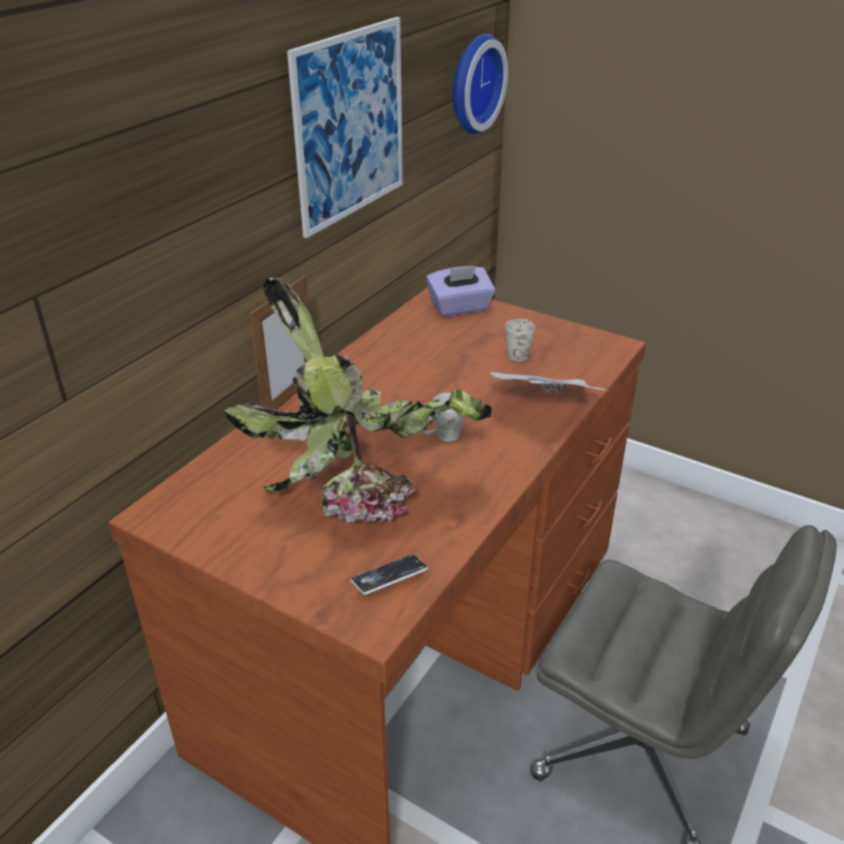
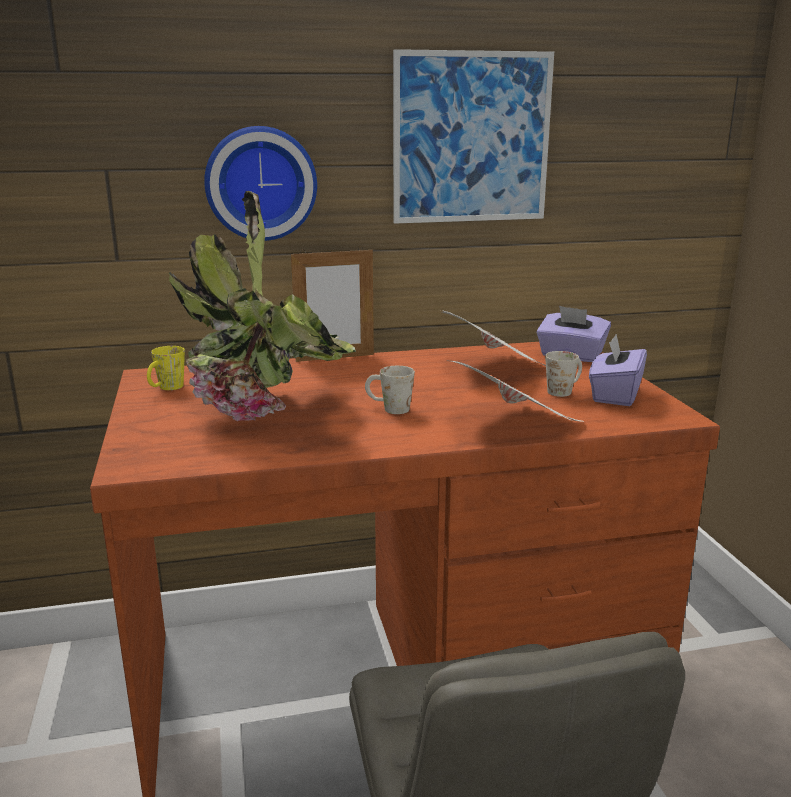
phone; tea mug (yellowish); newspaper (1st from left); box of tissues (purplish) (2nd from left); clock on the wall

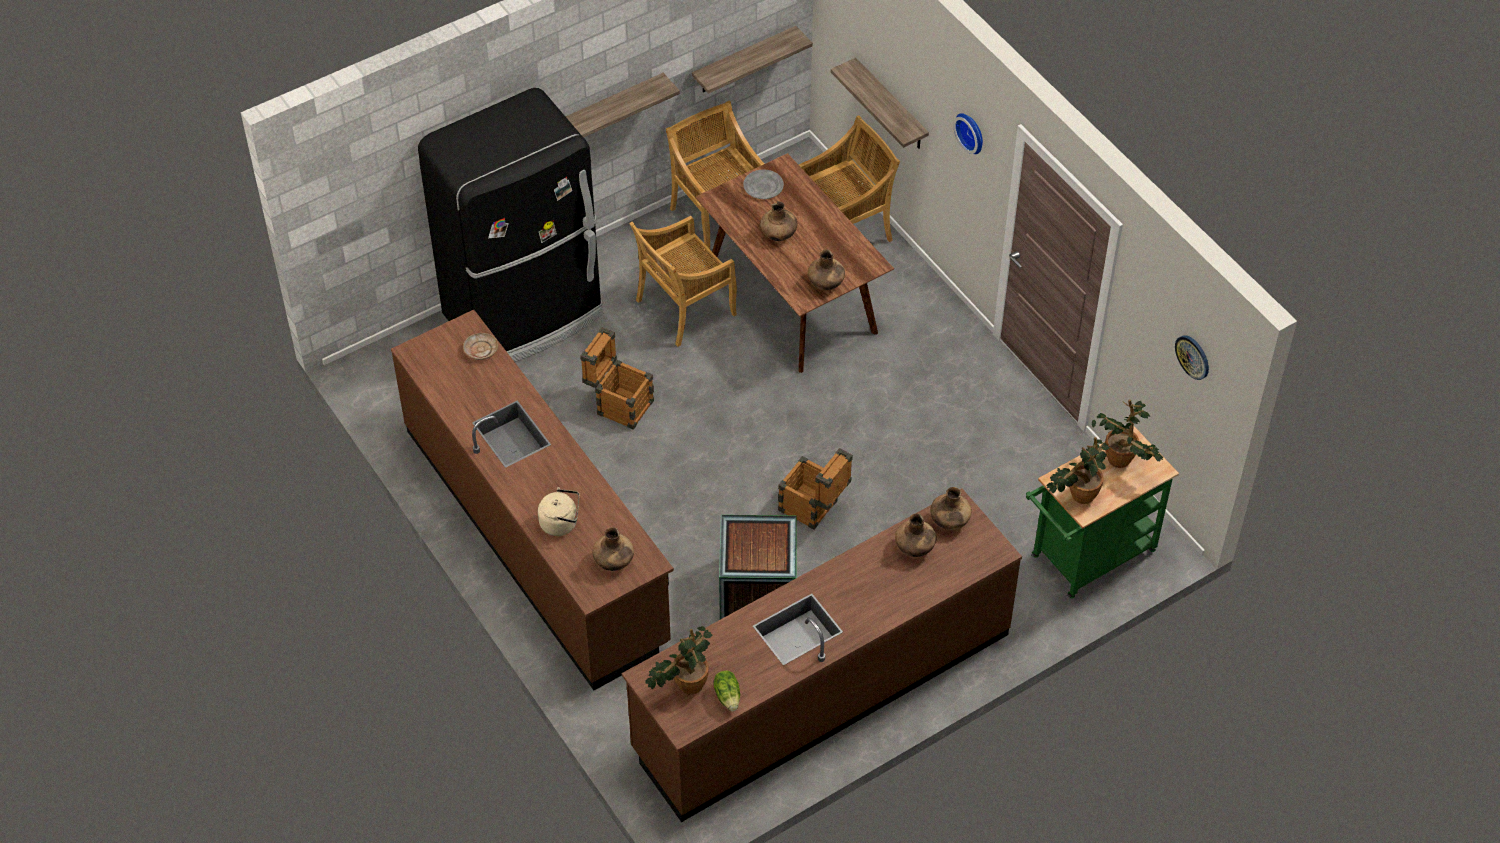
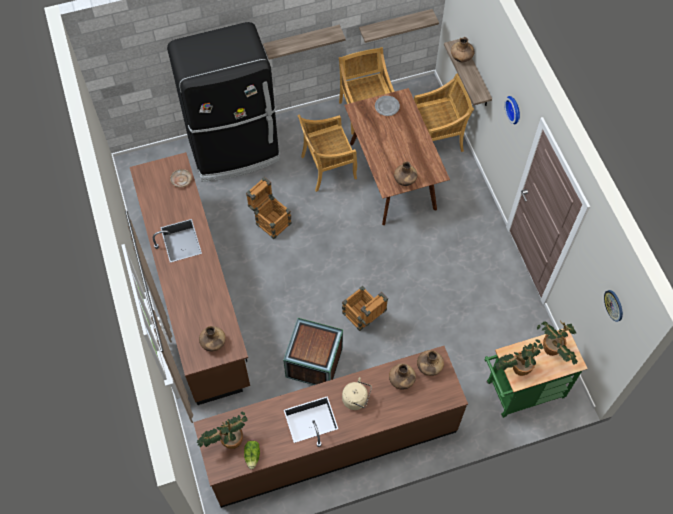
tea kettle (beige-coloured); decorative vase (brown-coloured) (5th from left)

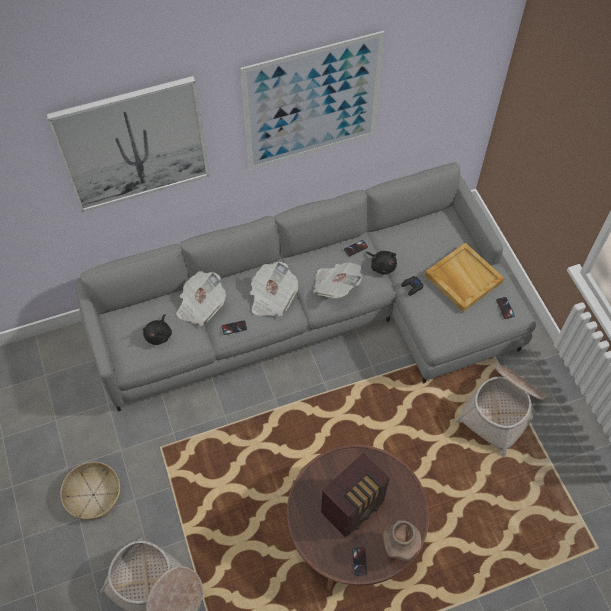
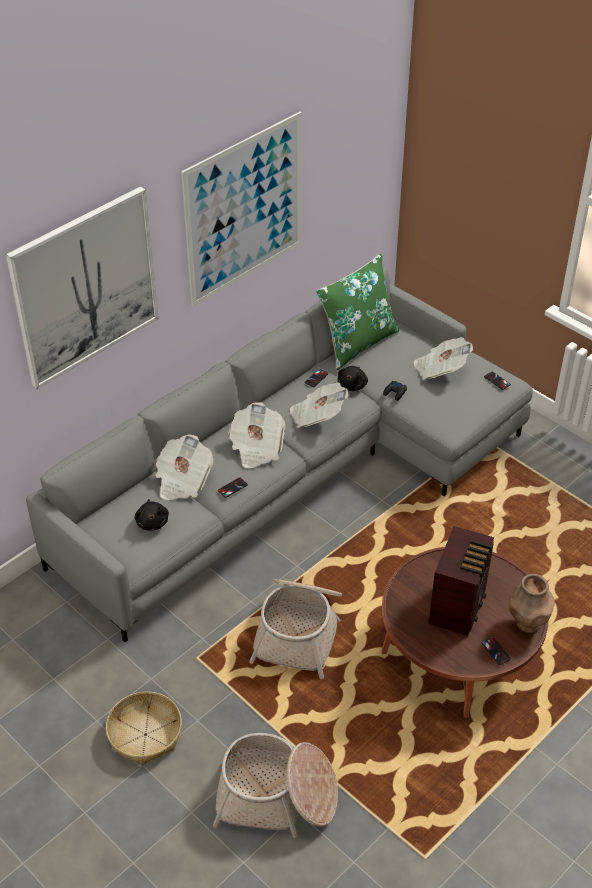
cushion (greenish); basket (3rd from left); newspaper (4th from left); plush toy (black-coloured) (2nd from left)

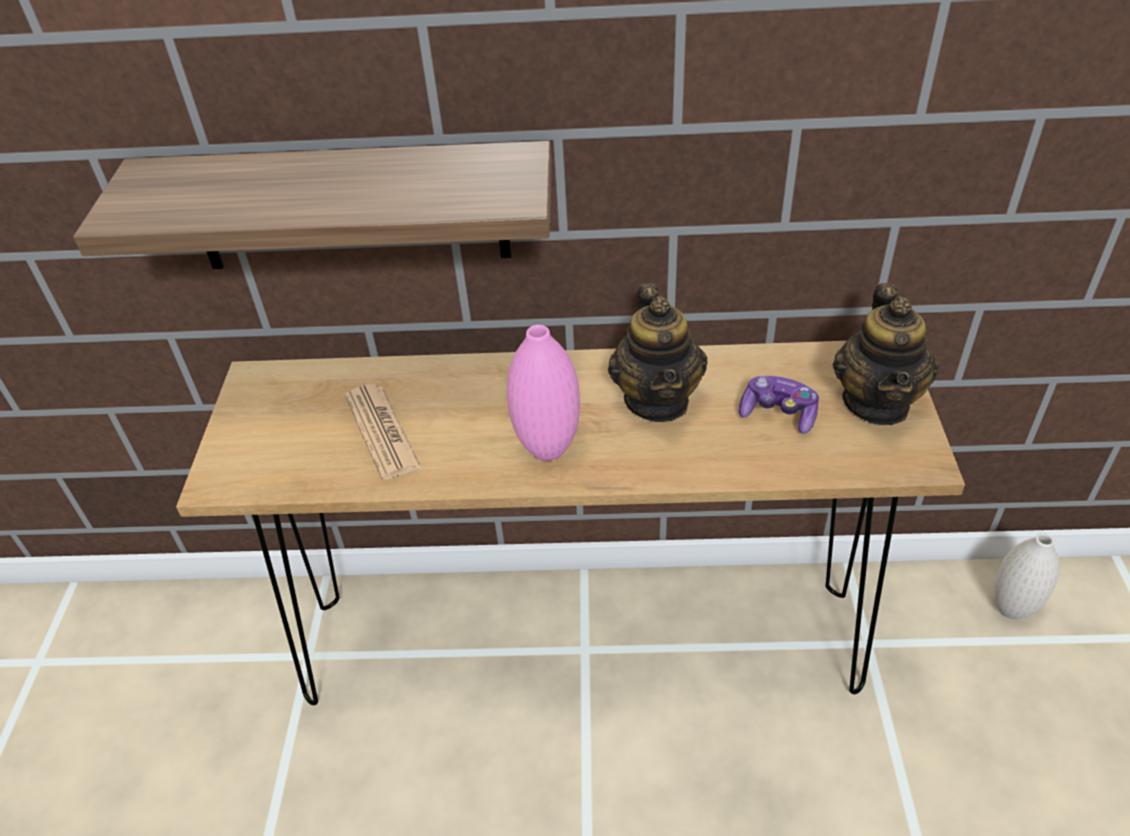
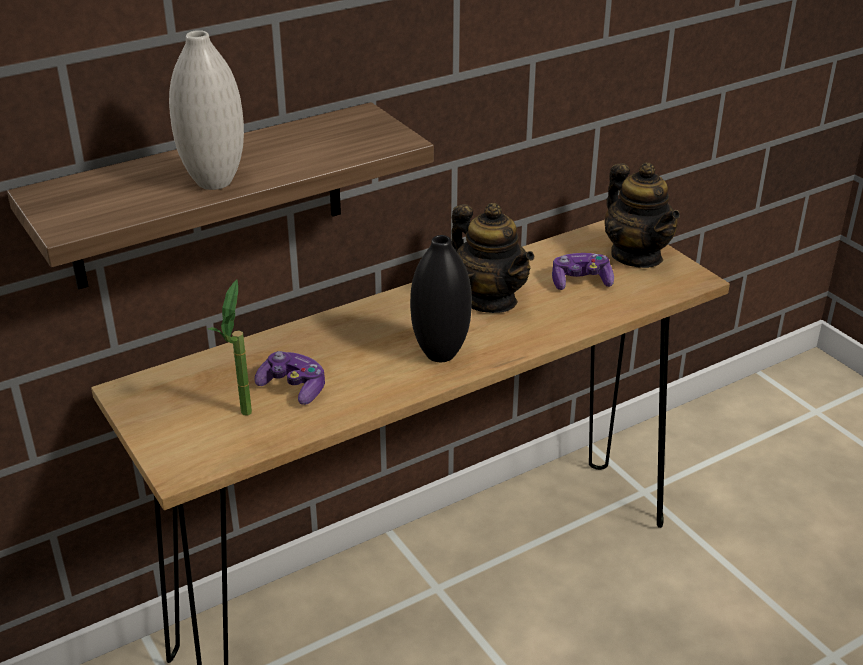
houseplant; decorative vase (white); game controller (1st from left); decorative vase (black-coloured)

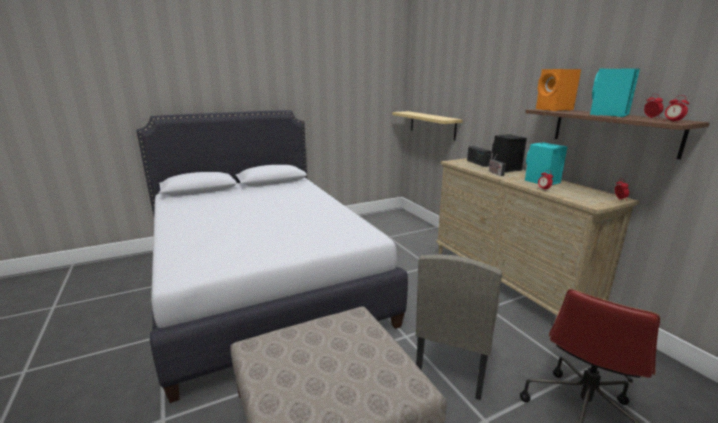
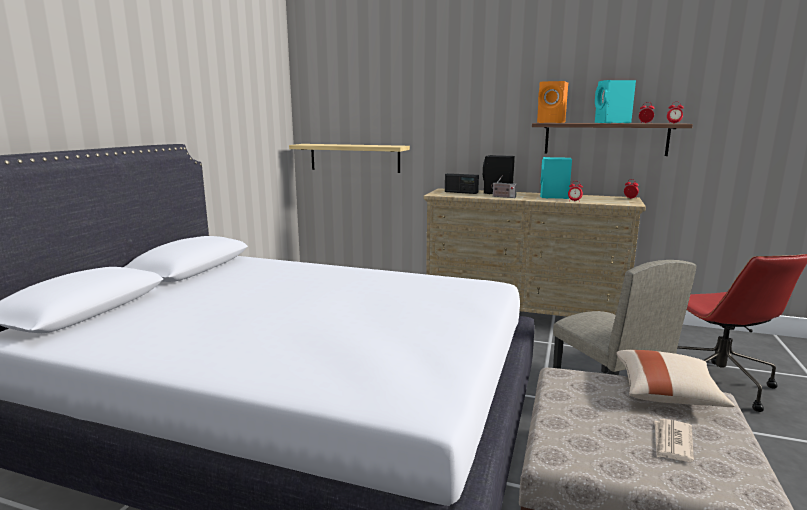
cushion (beige-coloured); newspaper

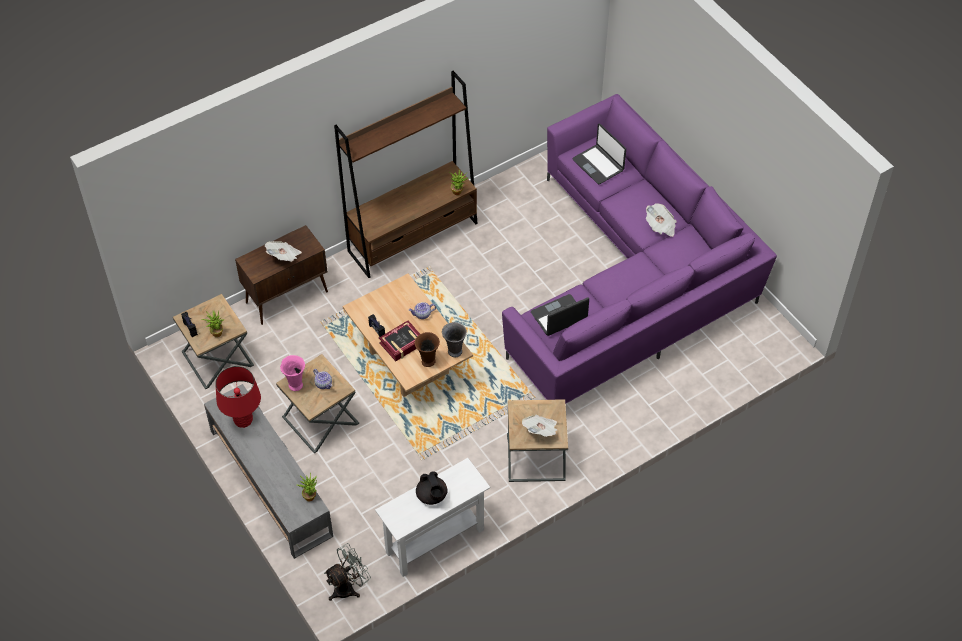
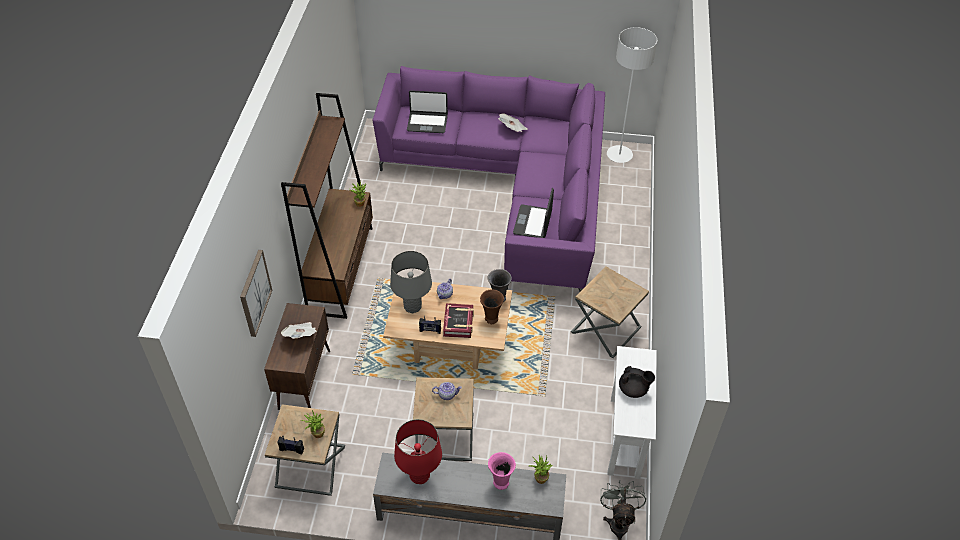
newspaper (2nd from left in the first image); wall picture; lamp for a table (grey); standing lamp (white); decorative vase (pink)

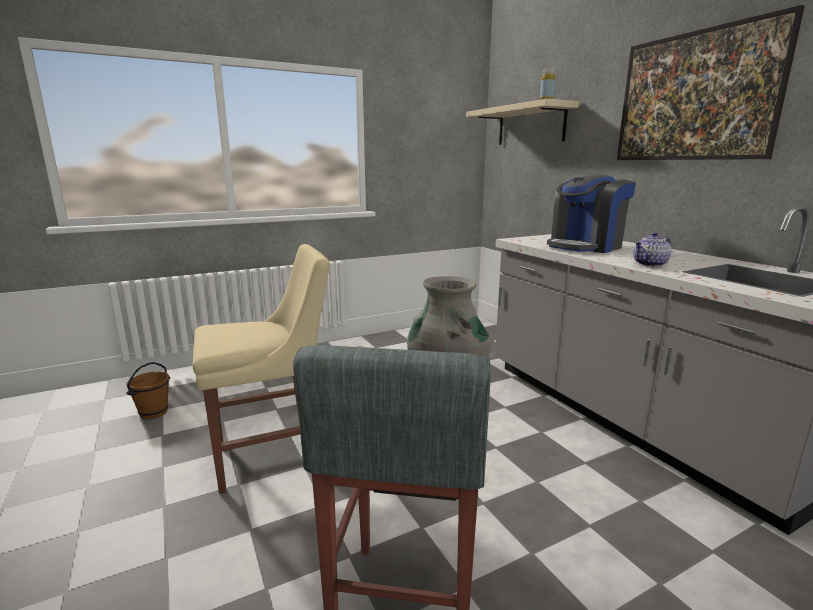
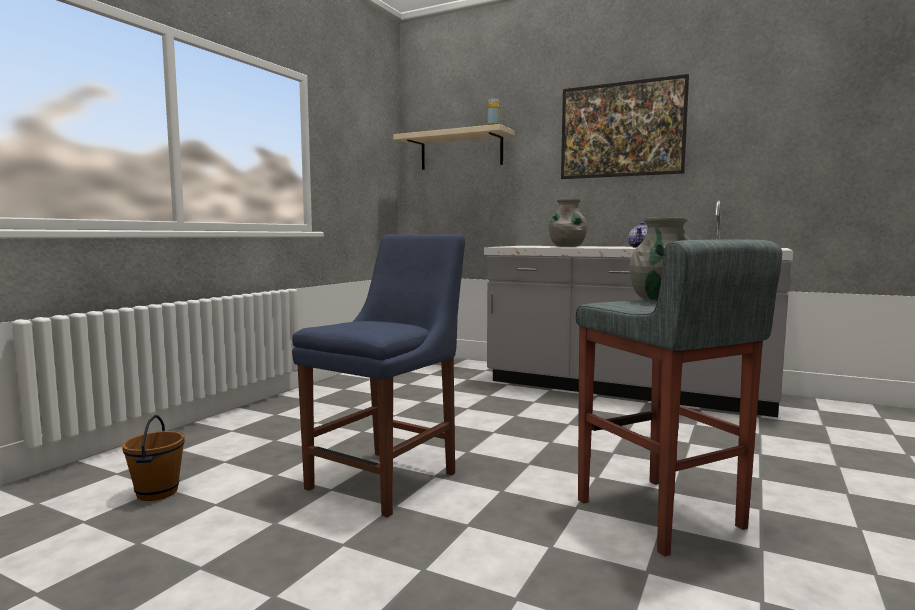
decorative vase (grey) (1st from left); upright chair (bluish)

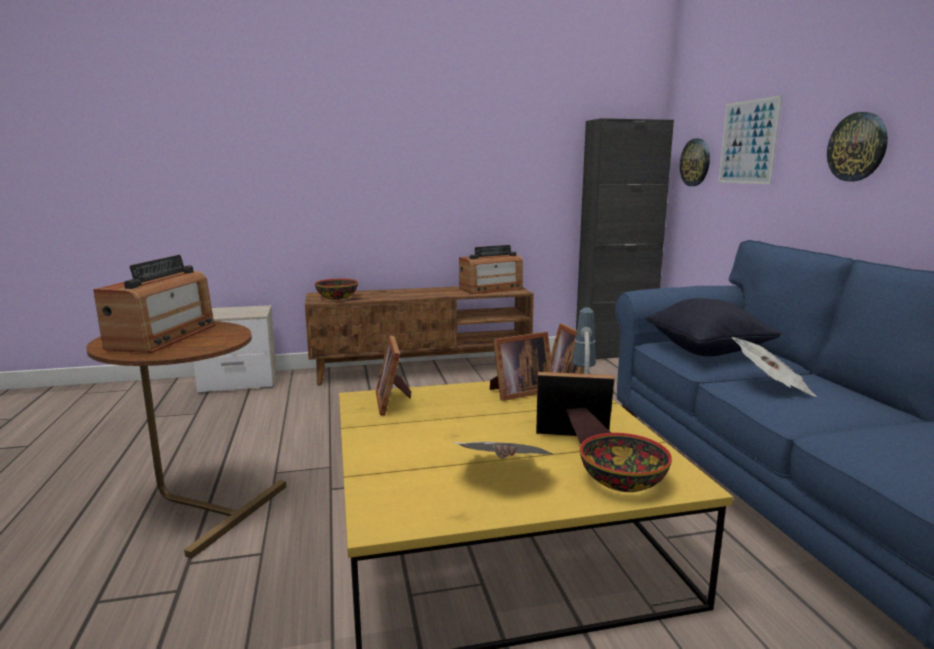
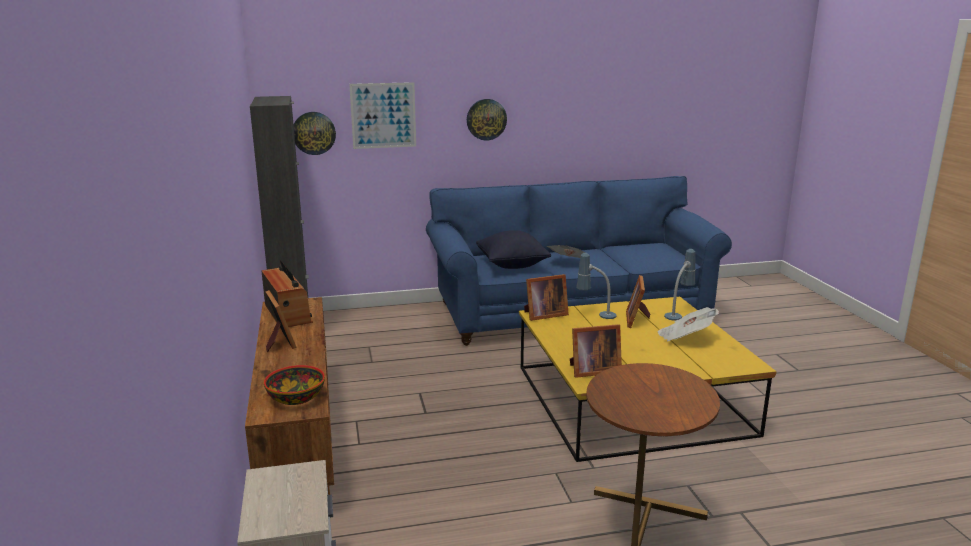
radio receiver (1st from left in the first image); picture frame (1st from left); lamp for a table (2nd from left)

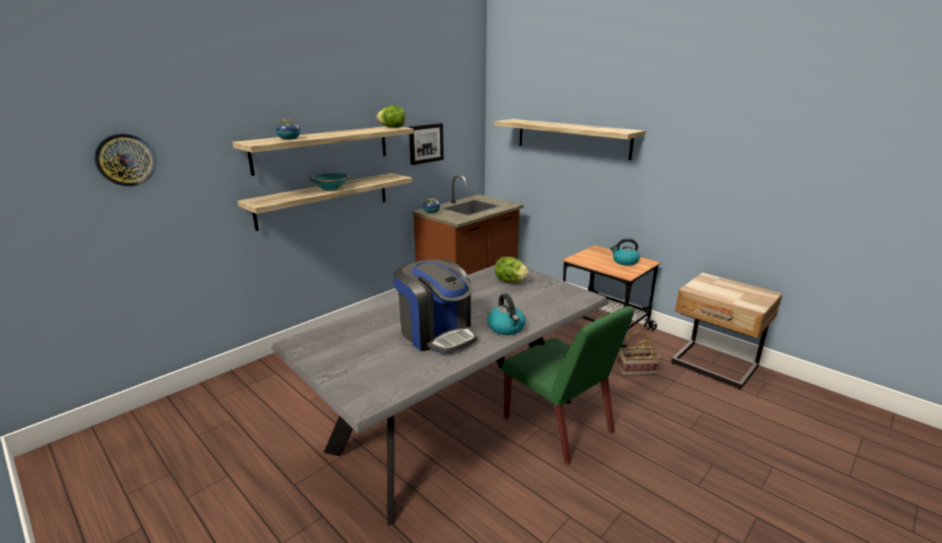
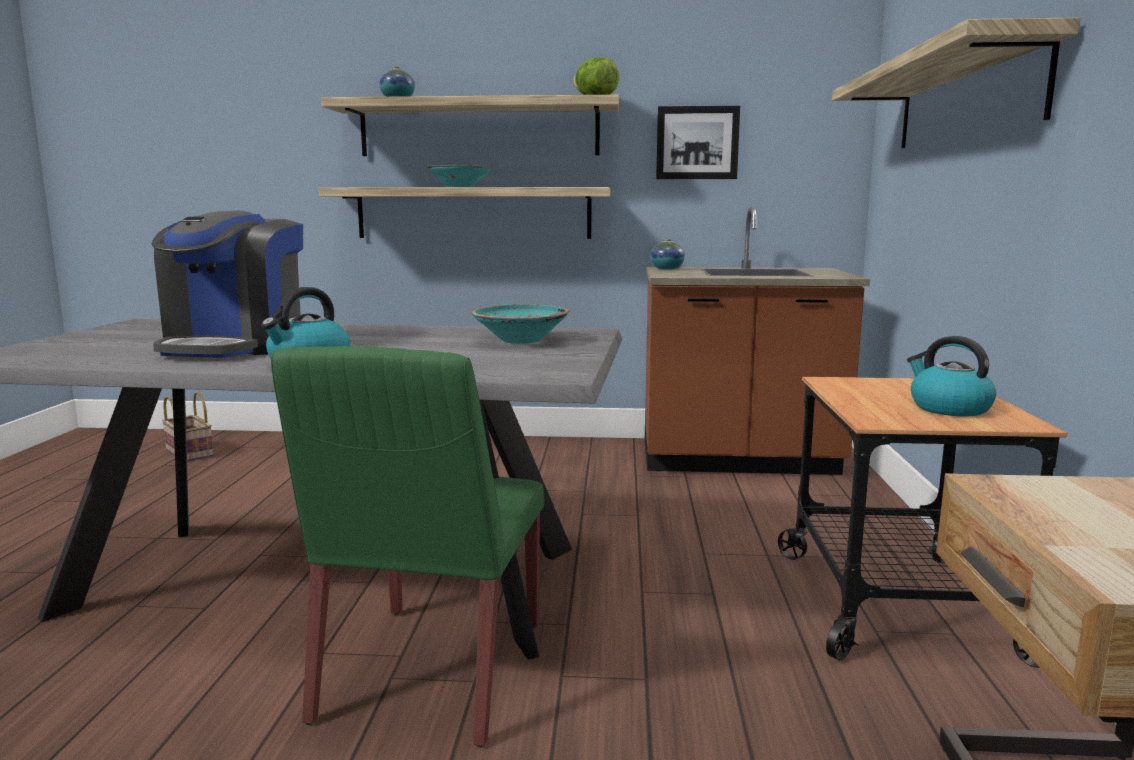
clock on the wall; basket; bowl (turquoise-coloured) (2nd from left)

